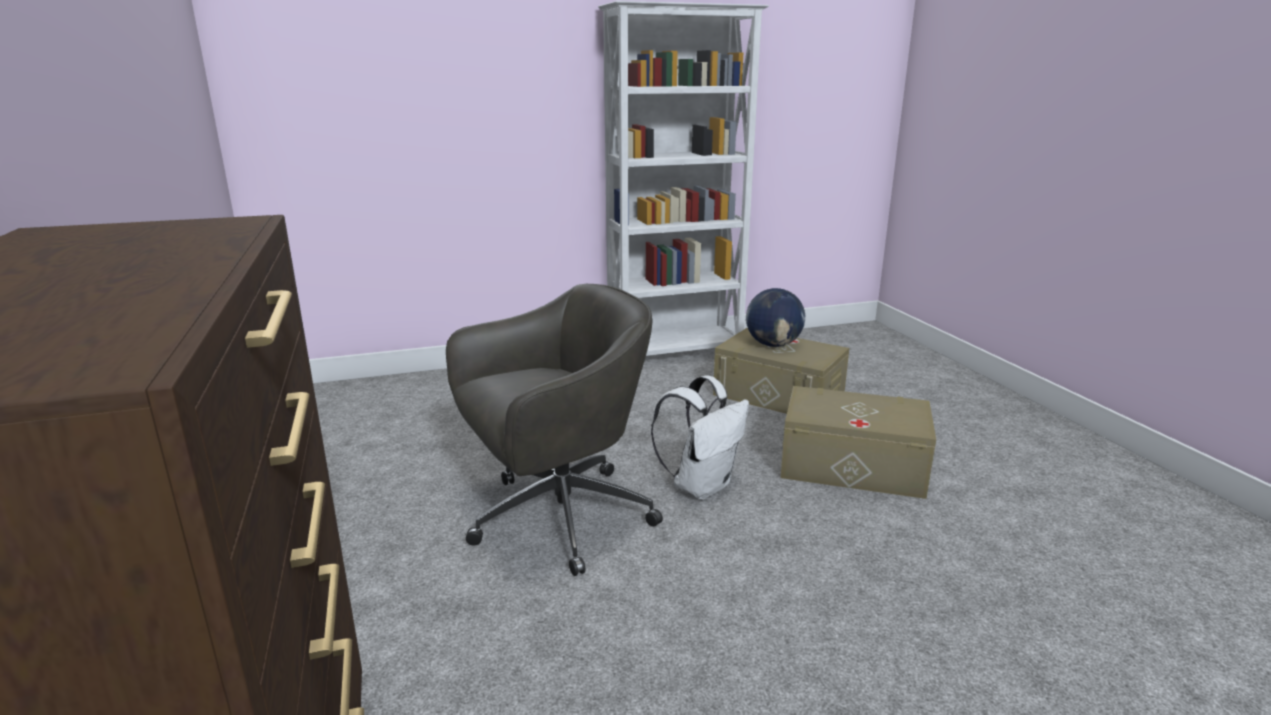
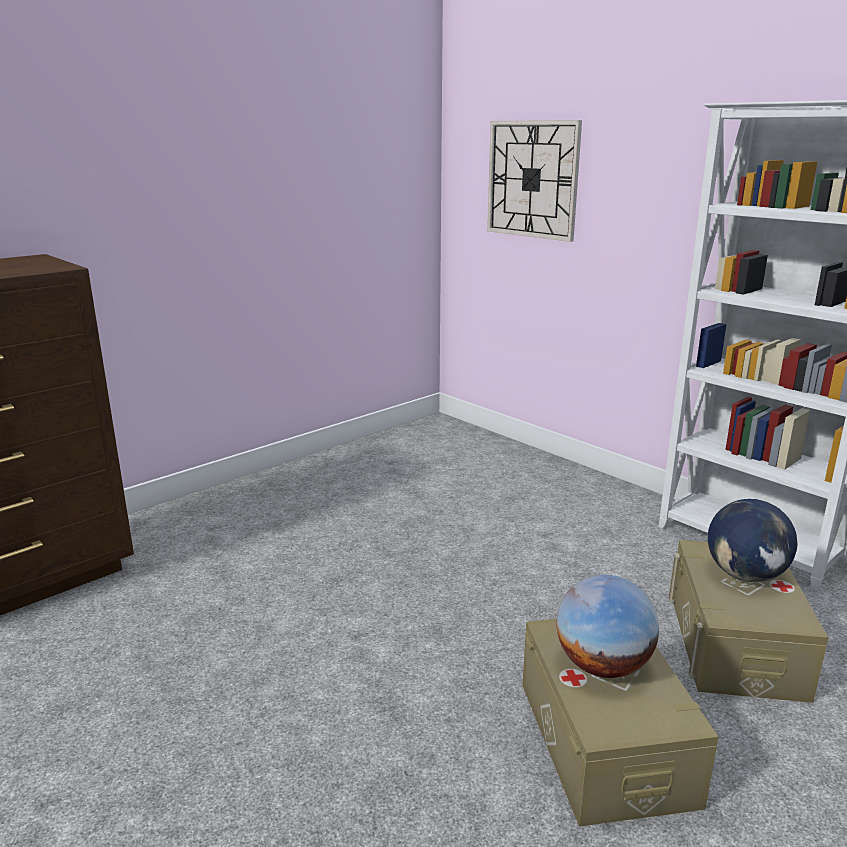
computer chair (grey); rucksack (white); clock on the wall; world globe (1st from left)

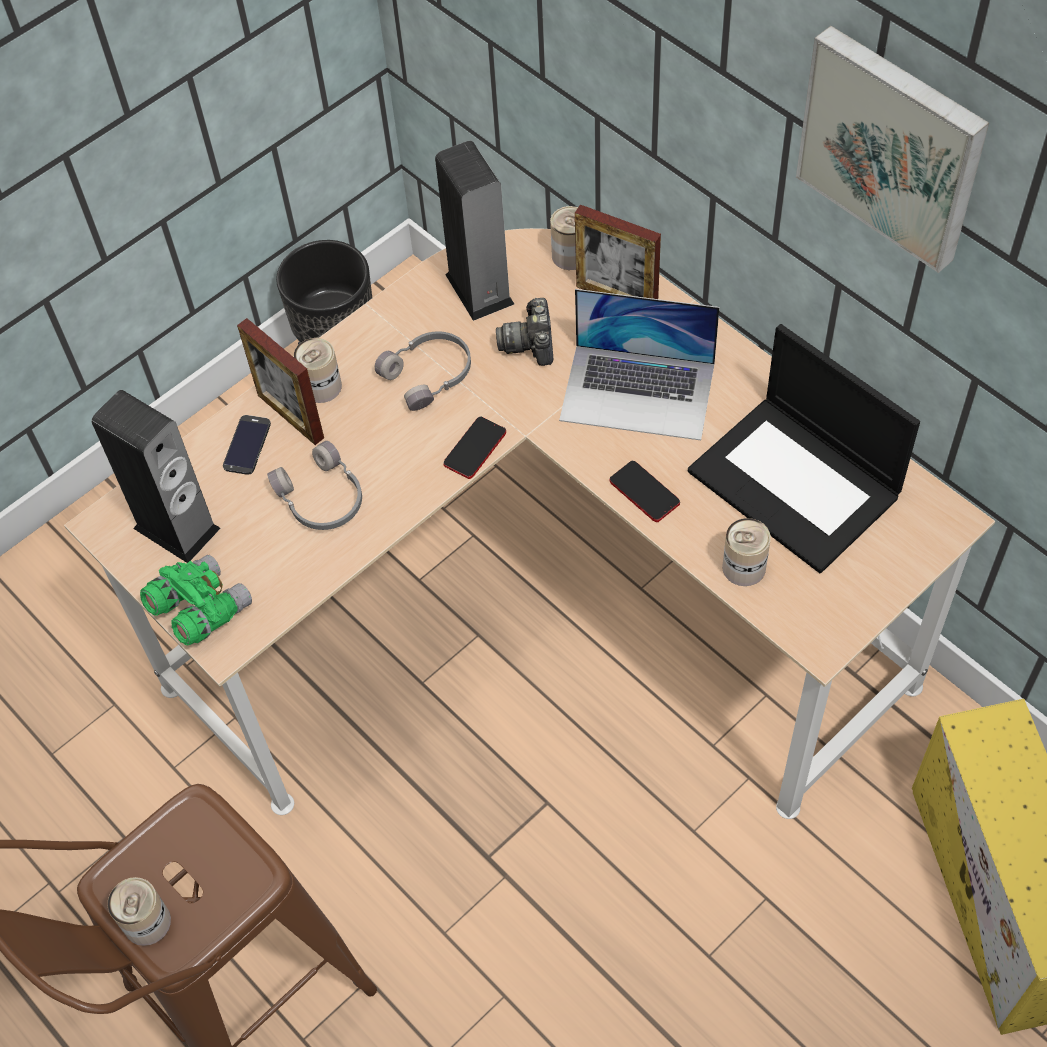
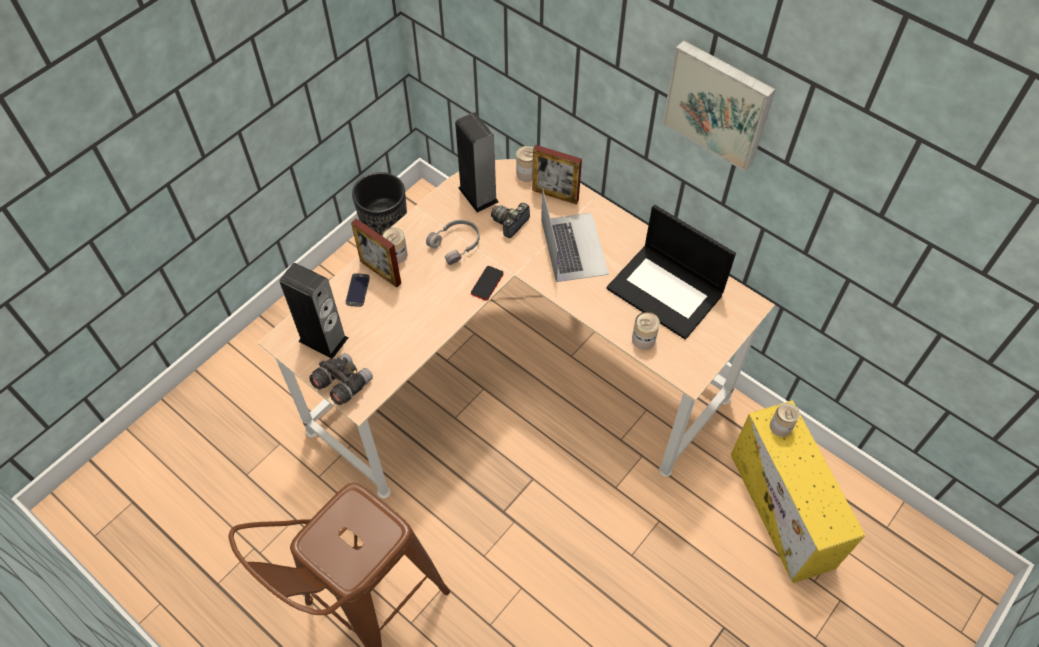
pair of headphones (grey) (1st from left in the first image); phone (3rd from left in the first image); can (4th from left); field glasses (grey); still camera; notebook computer (1st from left)

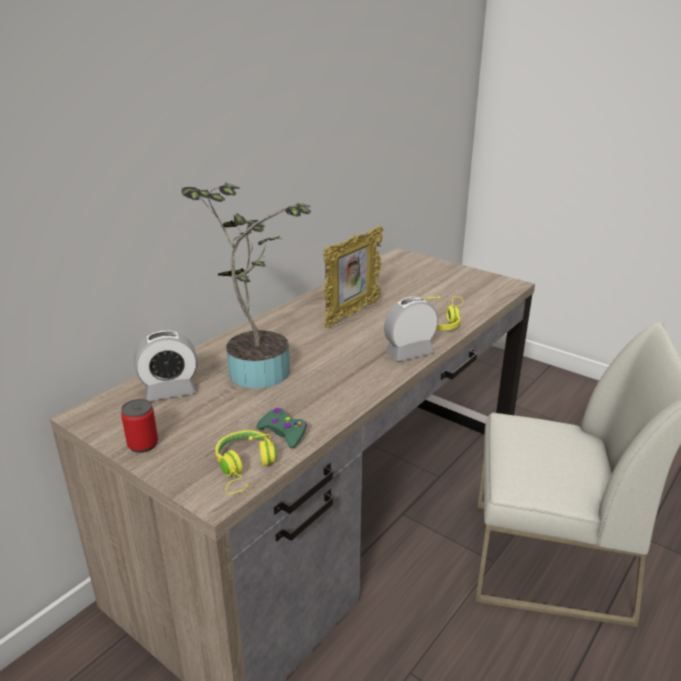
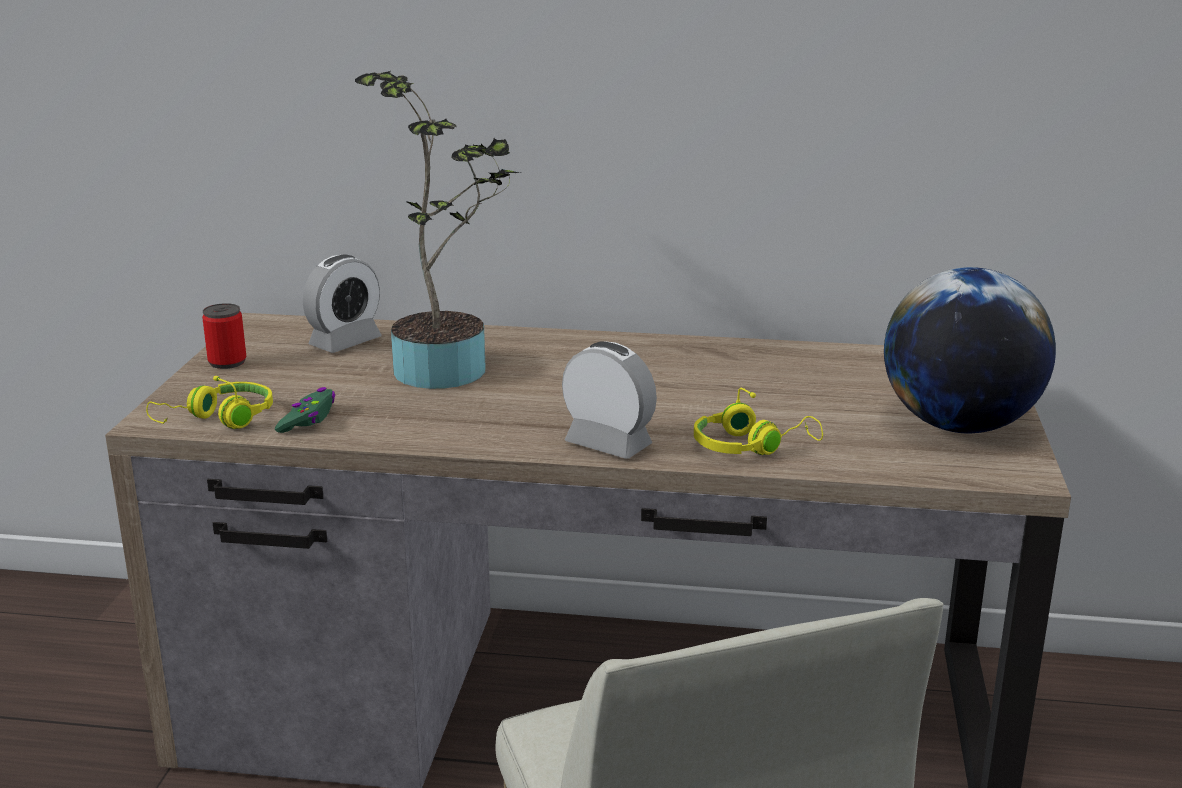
picture frame; world globe; alarm clock (1st from left)

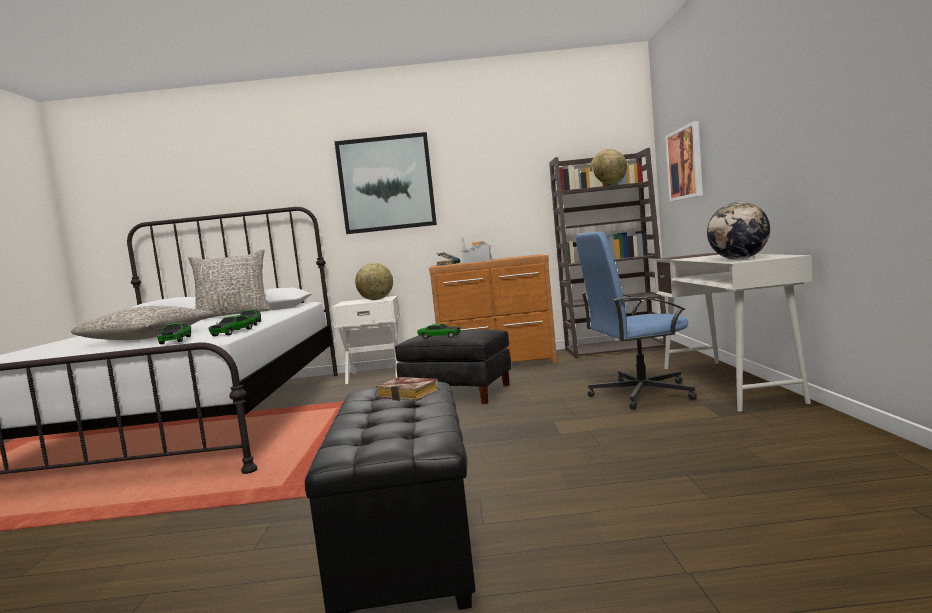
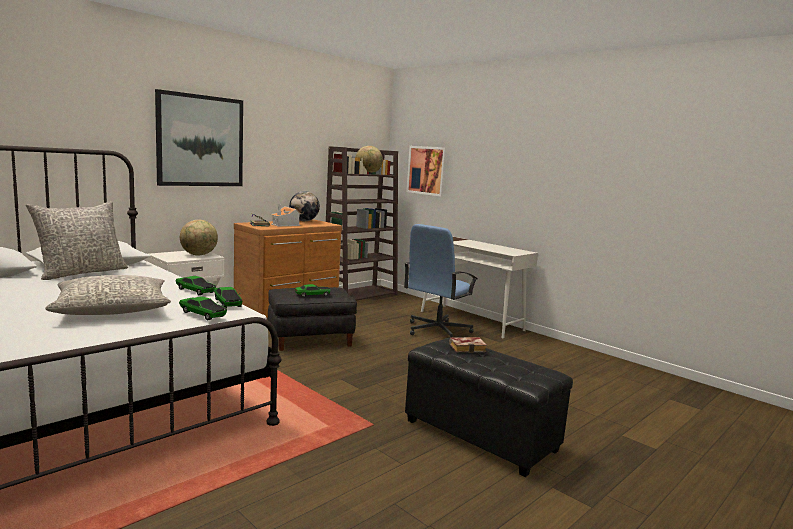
world globe (2nd from left)

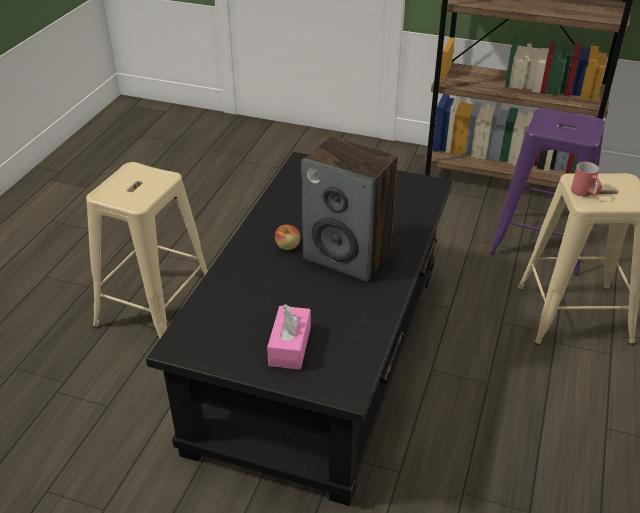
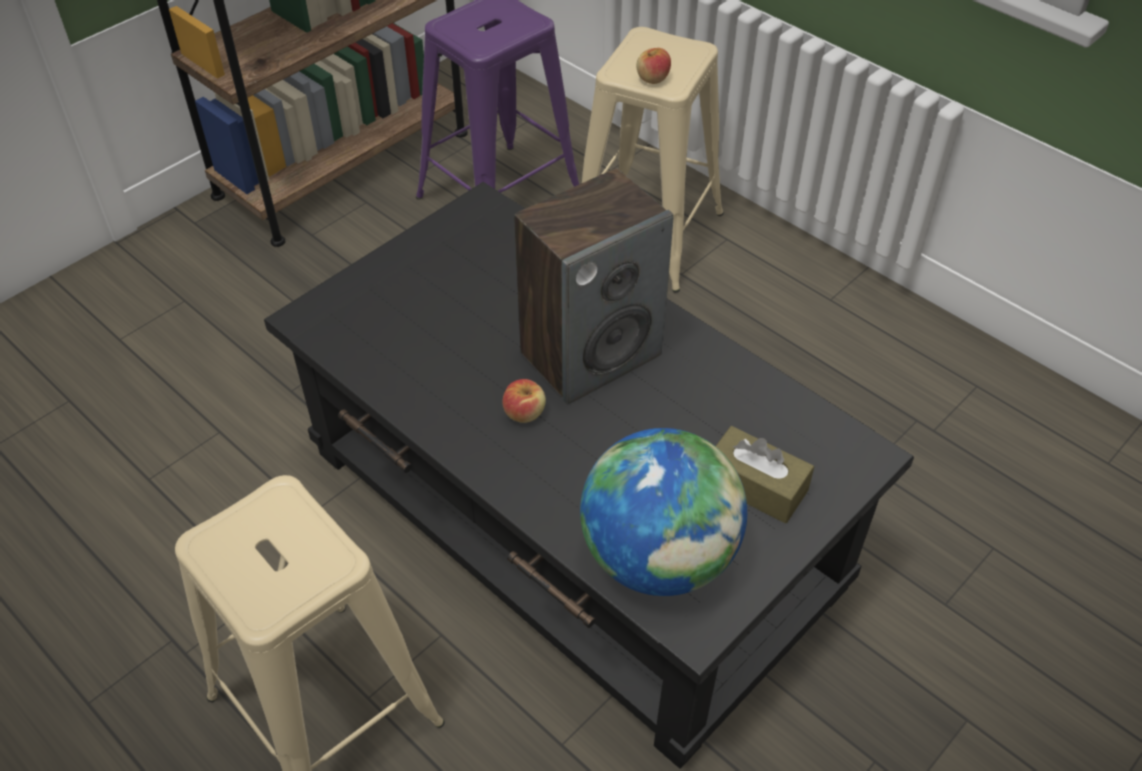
world globe; whole apple (2nd from left); box of tissues (brown-coloured)

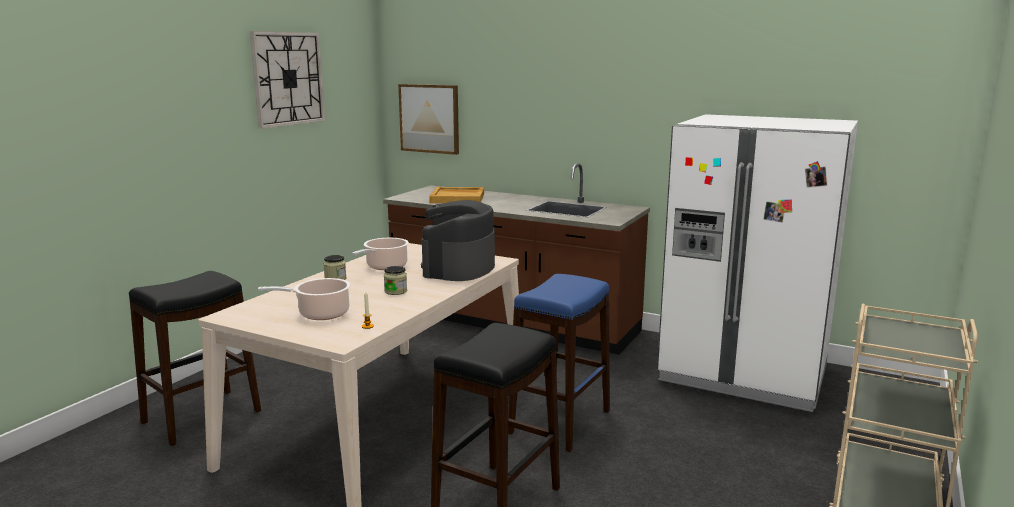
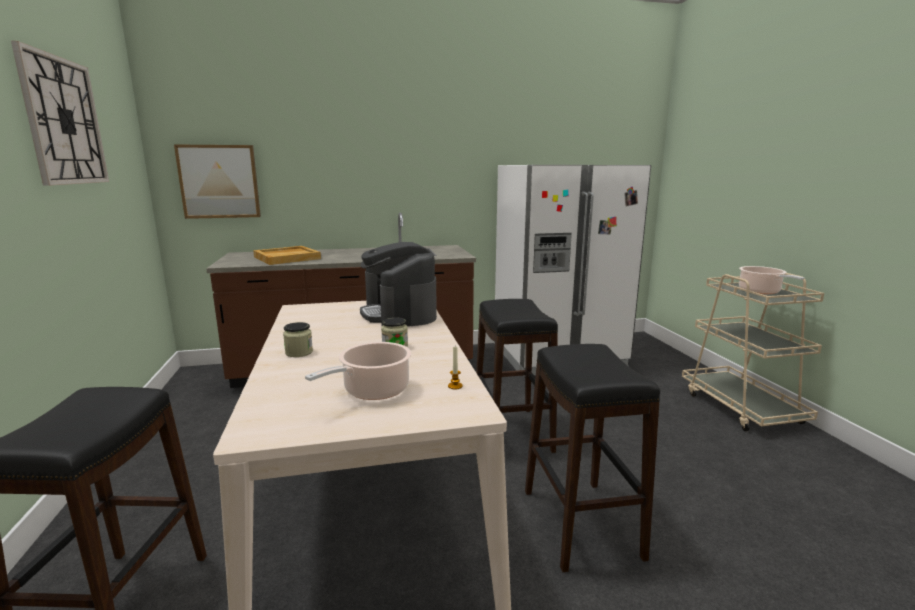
saucepot (2nd from left); stool (black-coloured) (2nd from left)

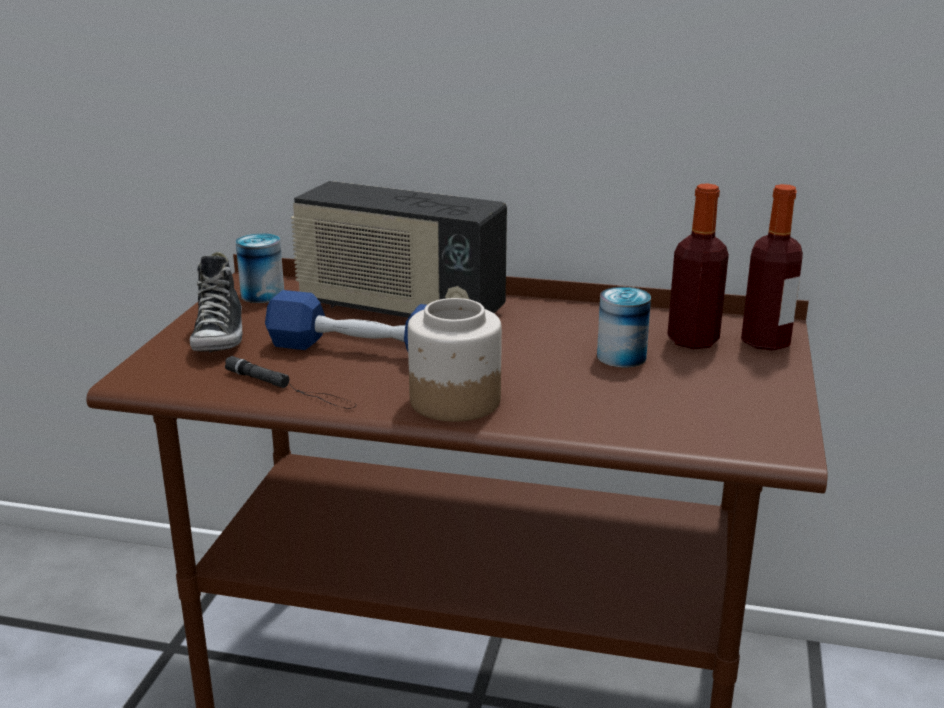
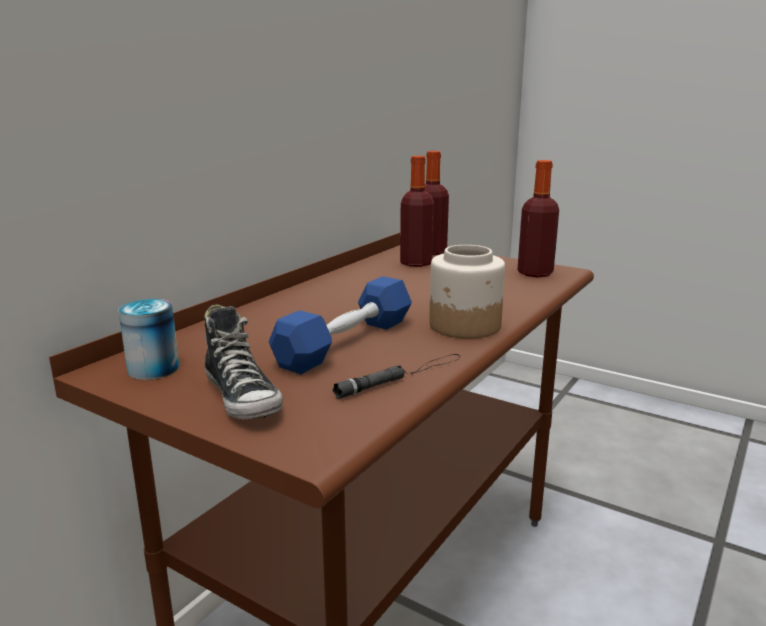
radio receiver; can (2nd from left in the first image); bottle (3rd from left); shoe

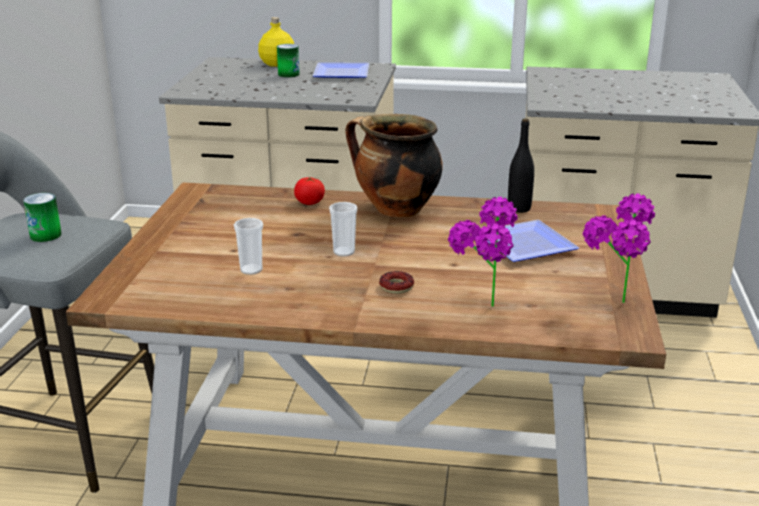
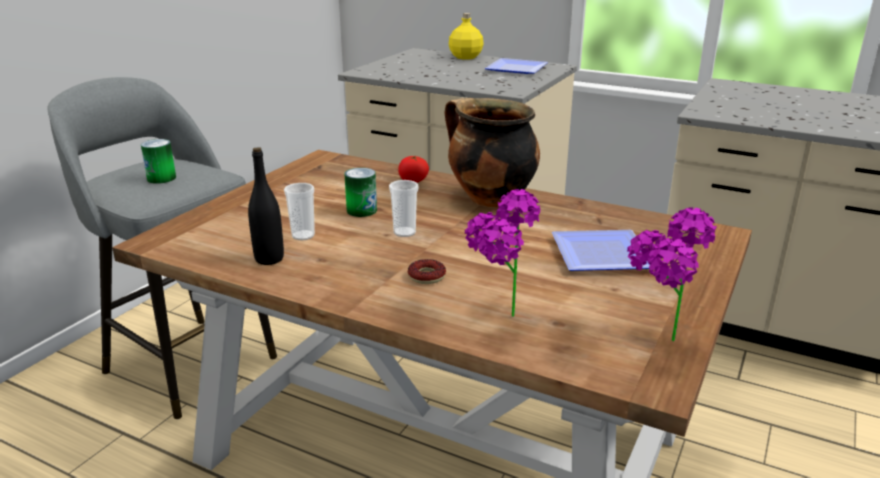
can (2nd from left); bottle (black-coloured)

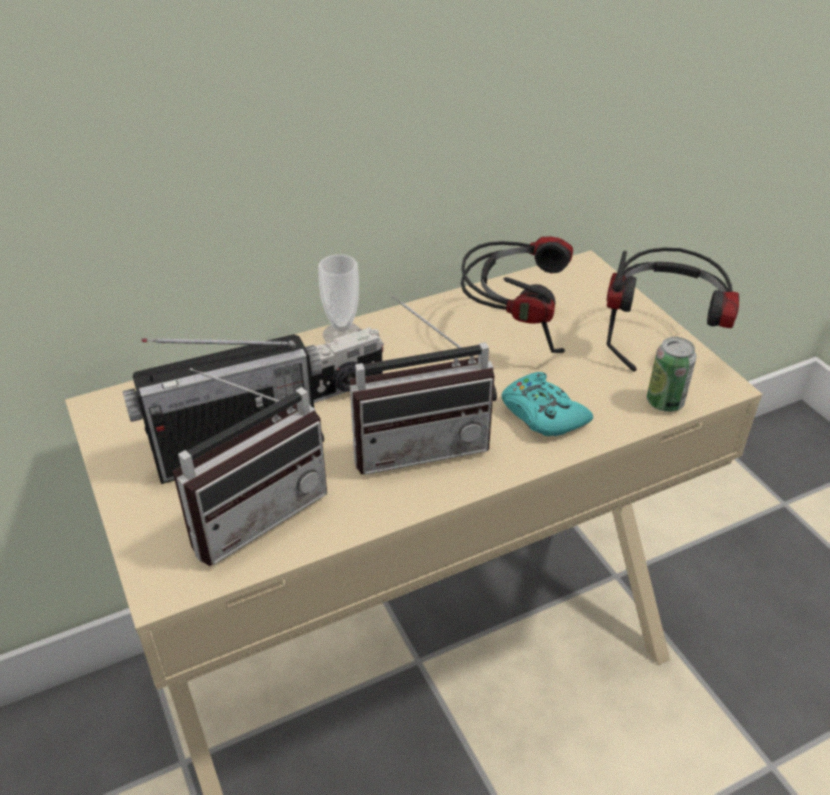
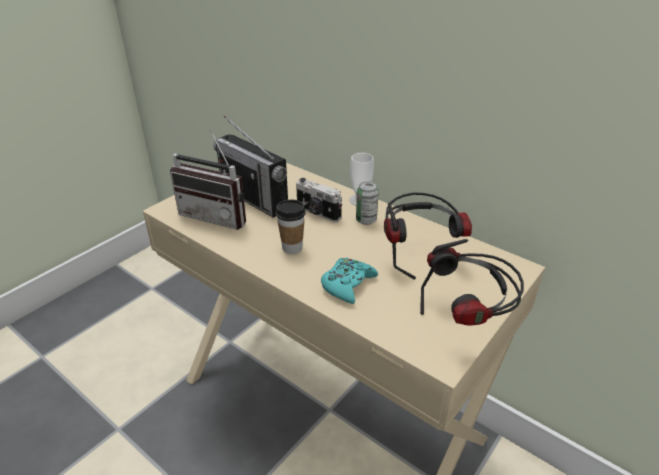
can; drinking cup (1st from left)

